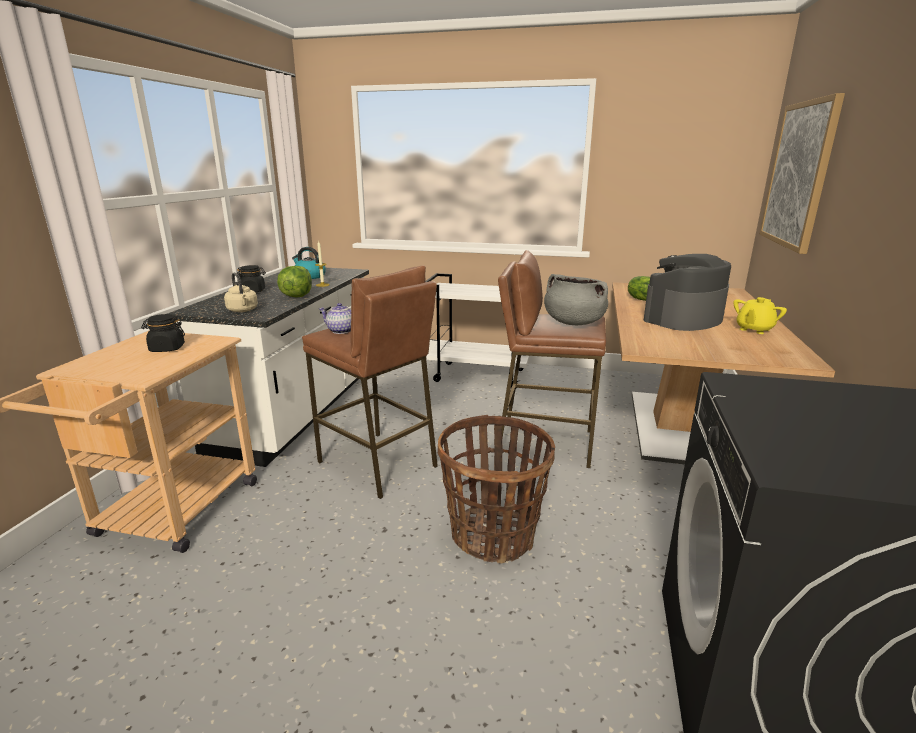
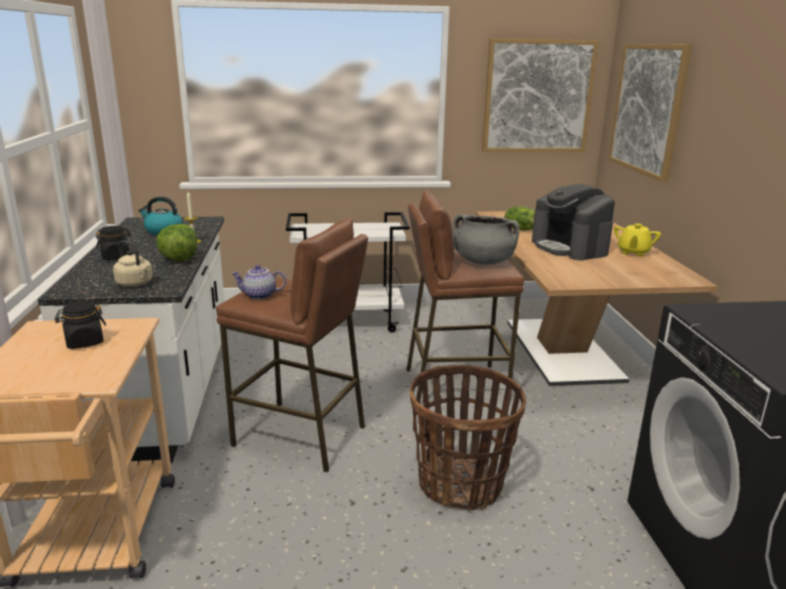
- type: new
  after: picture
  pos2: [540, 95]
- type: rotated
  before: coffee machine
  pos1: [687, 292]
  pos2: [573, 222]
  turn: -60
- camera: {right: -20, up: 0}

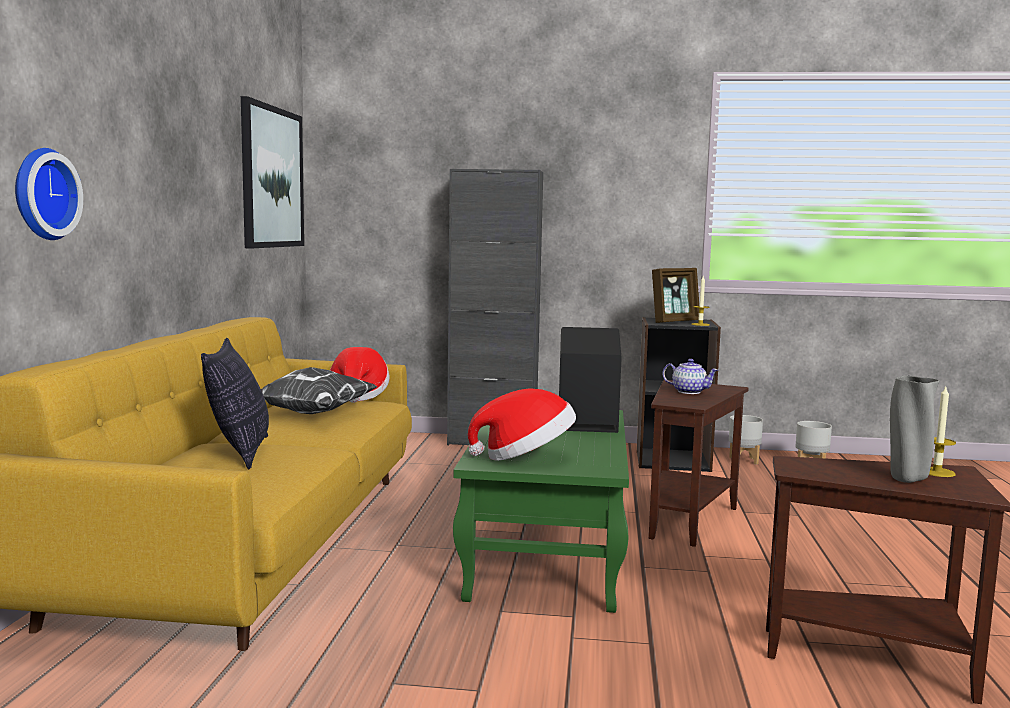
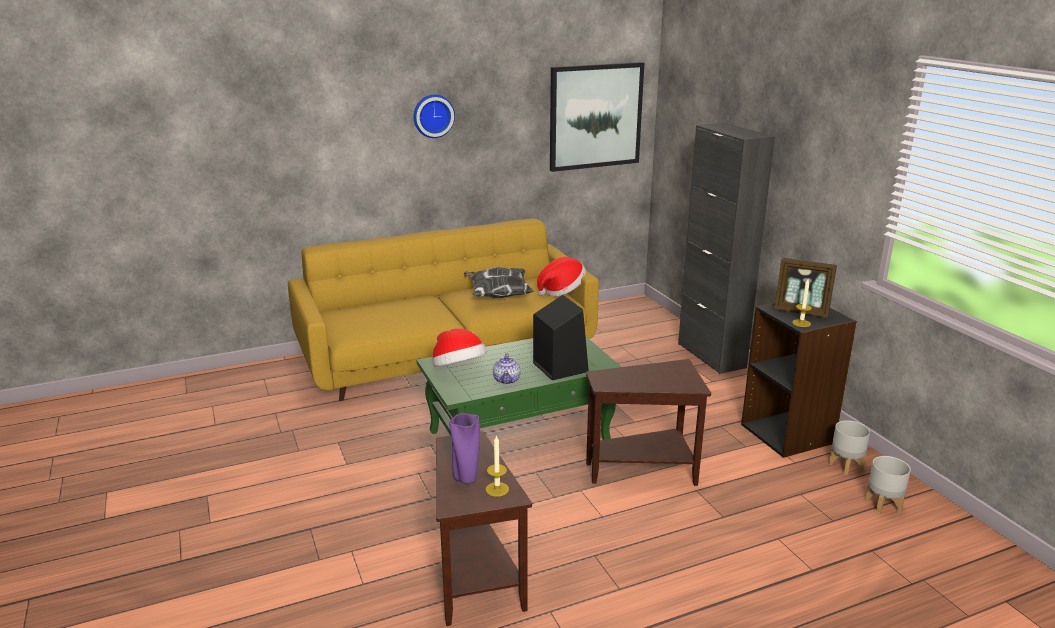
- type: gone
  before: pillow
  pos1: [235, 403]
- type: shifted
  before: wall clock
  pos1: [49, 194]
  pos2: [434, 116]
- type: shifted
  before: teapot
  pos1: [690, 376]
  pos2: [507, 369]
- type: repainted
  before: vase in grey
  after: vase in purple
  pos1: [915, 429]
  pos2: [464, 448]
- camera: {right: 60, up: 15}

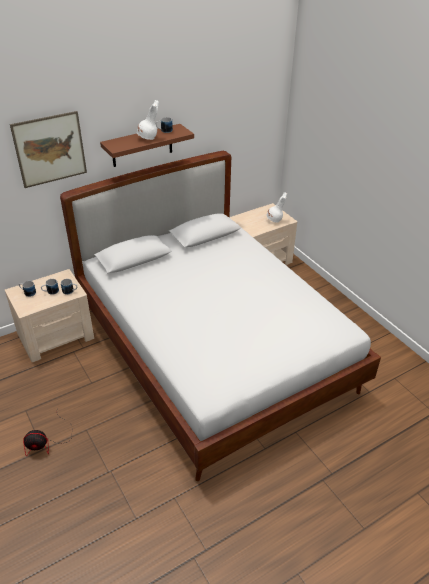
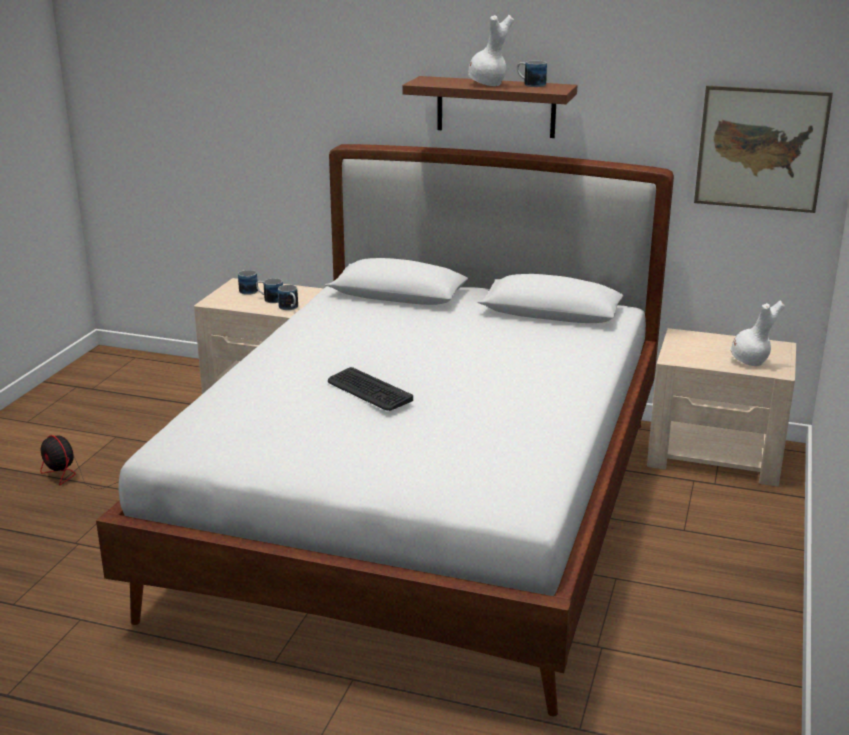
- type: new
  after: keyboard
  pos2: [370, 389]
- type: shifted
  before: picture
  pos1: [48, 149]
  pos2: [763, 149]
- camera: {right: 50, up: -15}

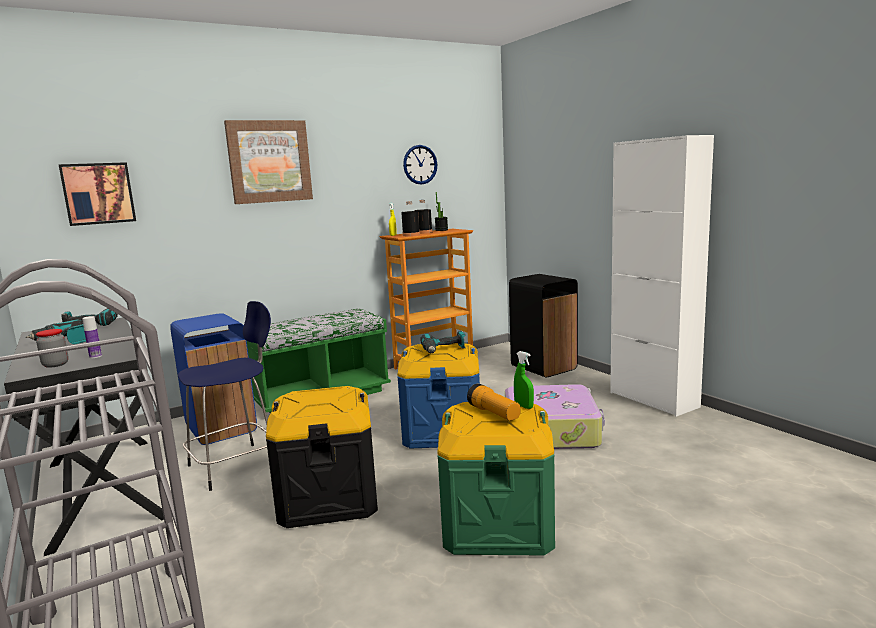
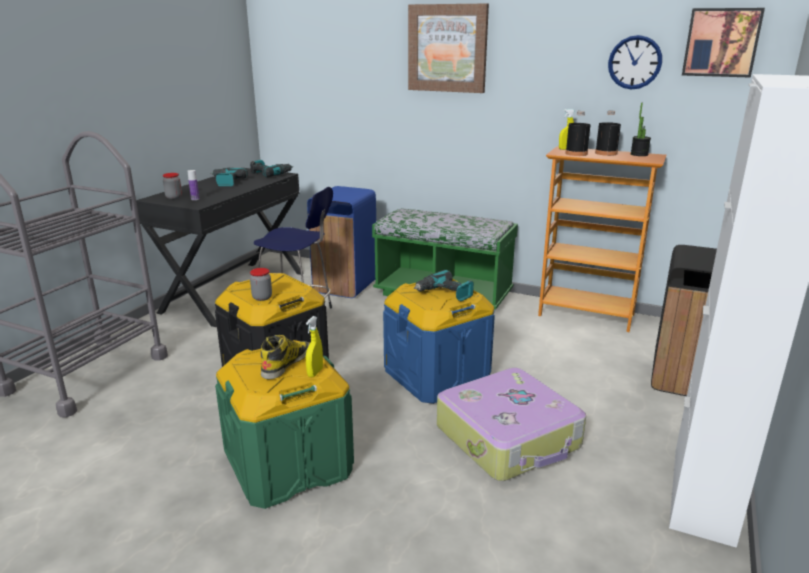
- type: new
  after: jar
  pos2: [261, 284]
- type: shifted
  before: picture
  pos1: [97, 194]
  pos2: [723, 43]
- type: swapped
  before: flashlight
  after: boot
  pos1: [494, 402]
  pos2: [285, 357]
- type: repainted
  before: spray bottle in green
  after: spray bottle in yellow
  pos1: [524, 380]
  pos2: [314, 346]
- camera: {right: 55, up: 10}

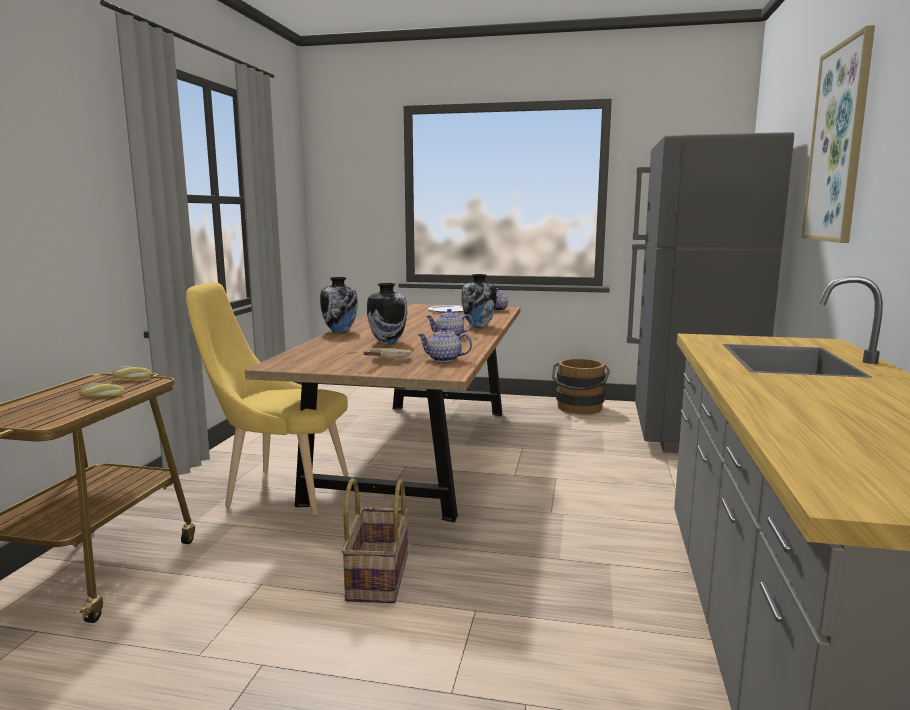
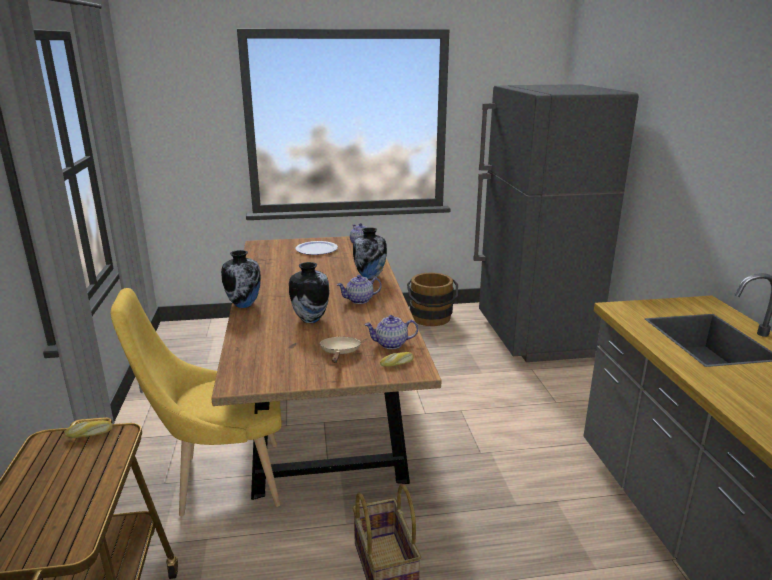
- type: gone
  before: picture
  pos1: [838, 134]
- type: shifted
  before: bread
  pos1: [102, 390]
  pos2: [397, 359]
- camera: {right: -20, up: 10}

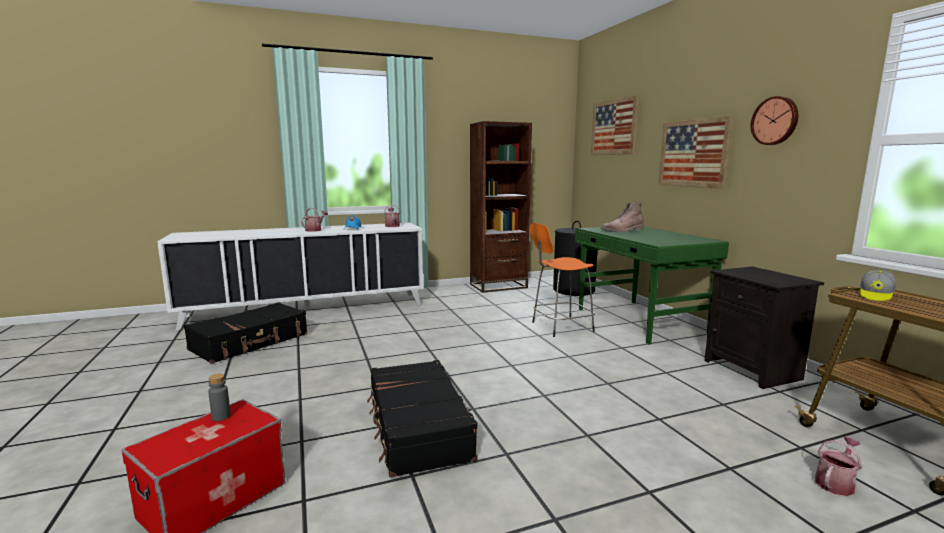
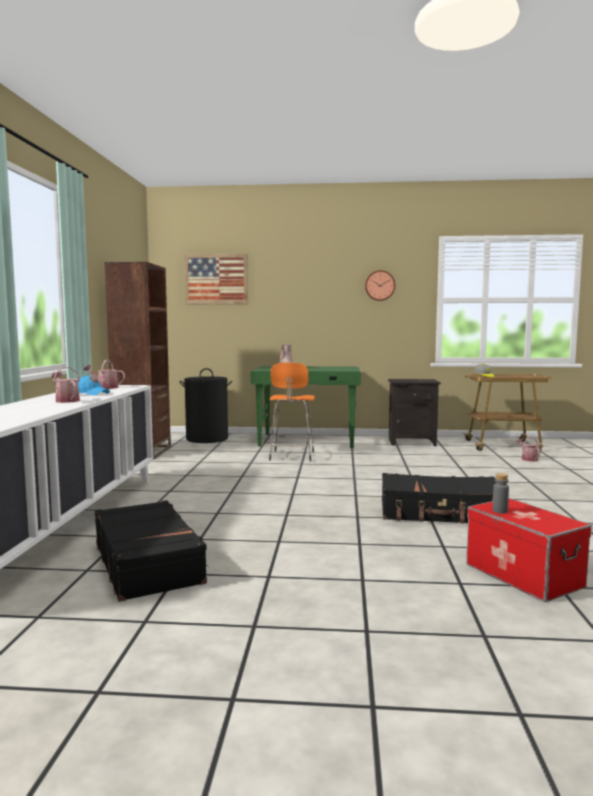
- type: gone
  before: picture
  pos1: [695, 152]
- camera: {right: -65, up: -5}

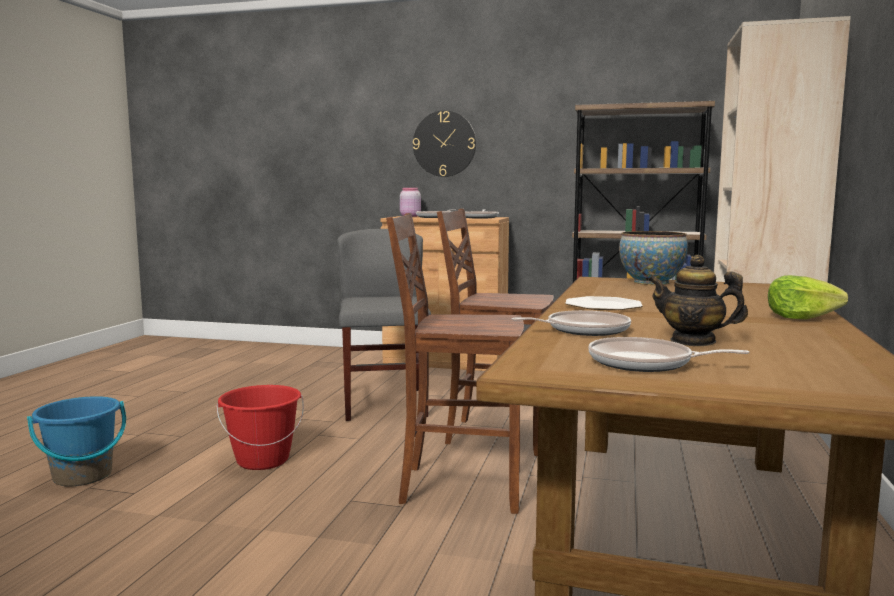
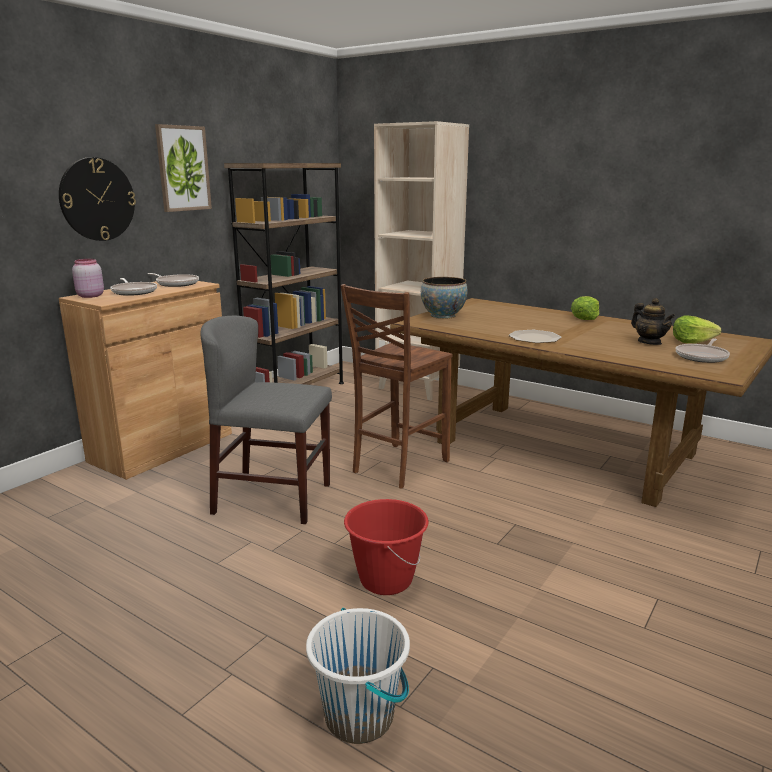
- type: gone
  before: chair in brown
  pos1: [455, 363]
- type: gone
  before: frying pan
  pos1: [571, 323]
- type: new
  after: picture
  pos2: [183, 168]
- type: new
  after: lettuce
  pos2: [697, 329]
- type: repainted
  before: bucket in blue
  after: bucket in white
  pos1: [76, 441]
  pos2: [358, 676]
- type: rotated
  before: teapot
  pos1: [698, 300]
  pos2: [653, 321]
  turn: -75
- camera: {right: -70, up: 10}

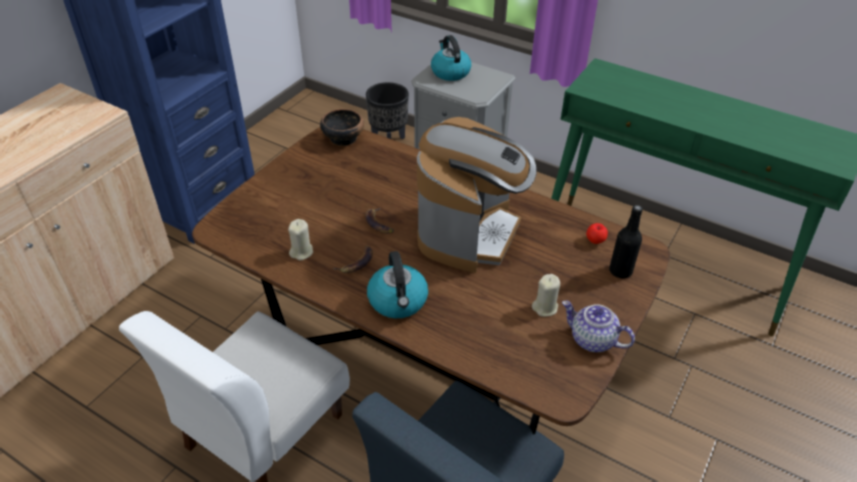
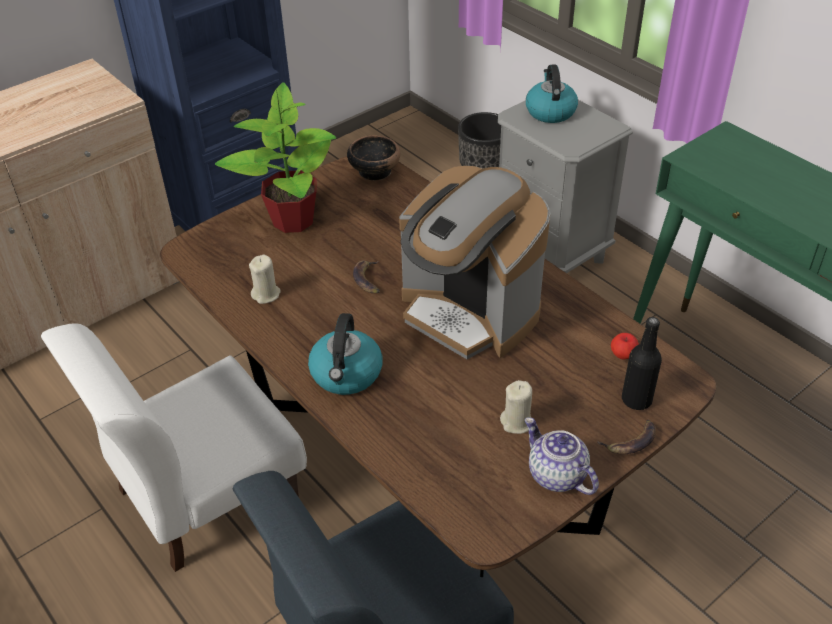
- type: new
  after: potted plant
  pos2: [275, 157]
- type: shifted
  before: banana
  pos1: [353, 259]
  pos2: [626, 437]
- type: rotated
  before: coffee machine
  pos1: [476, 195]
  pos2: [474, 262]
  turn: 90
- camera: {right: 20, up: 0}

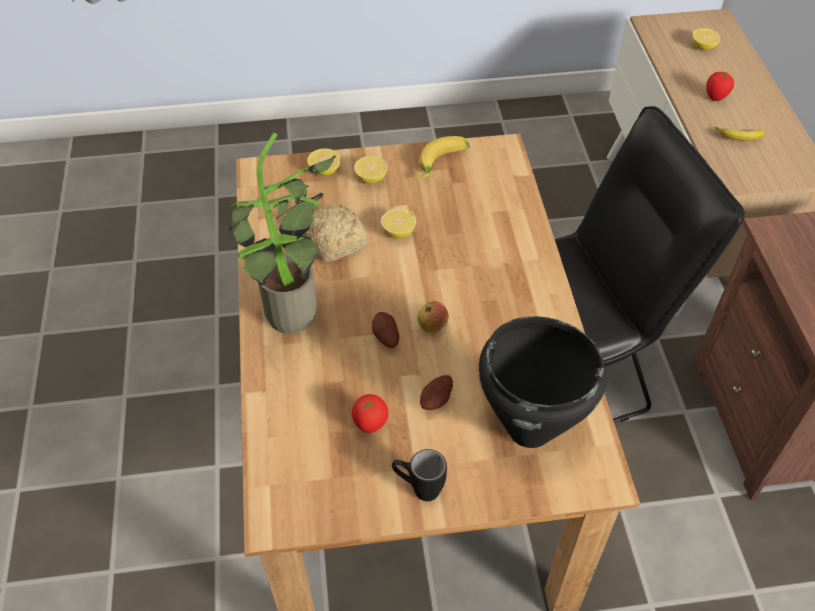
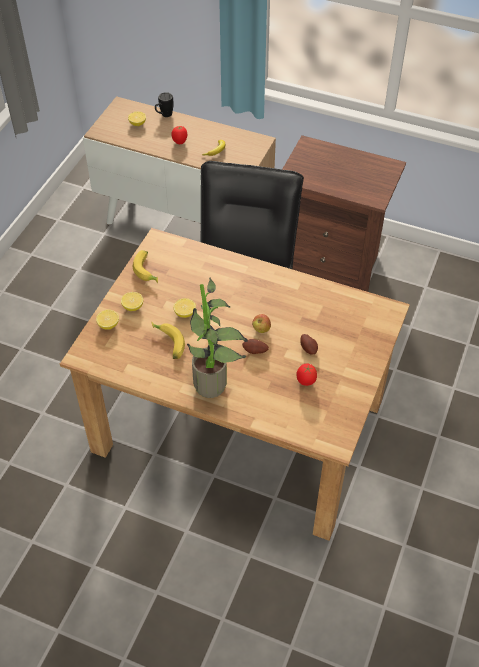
- type: gone
  before: cooking pot in black
  pos1: [543, 382]
- type: shifted
  before: mug in black
  pos1: [419, 475]
  pos2: [164, 104]
- type: swapped
  before: bread
  after: banana
  pos1: [336, 233]
  pos2: [168, 340]
- camera: {right: -60, up: 0}

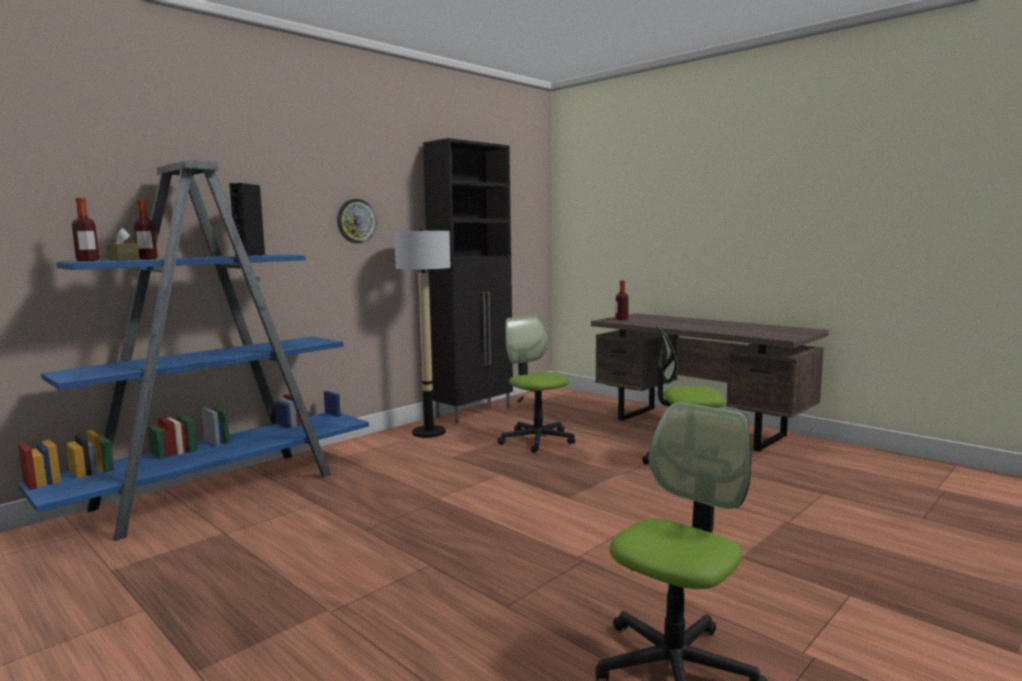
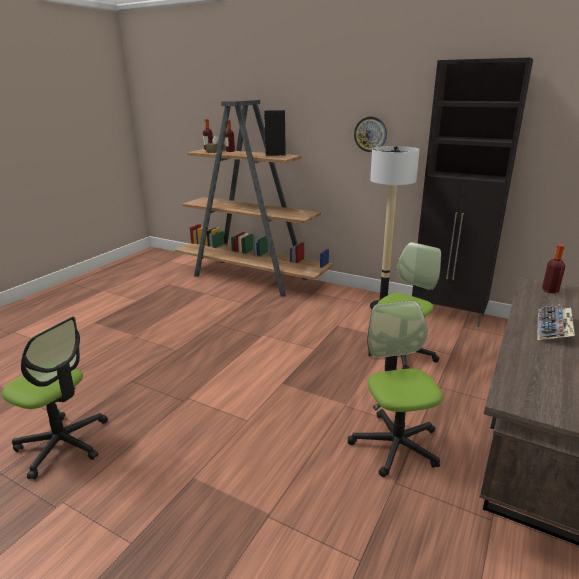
- type: new
  after: keyboard
  pos2: [556, 322]
- type: repainted
  before: bookcase in blue
  after: bookcase in brown
  pos1: [193, 350]
  pos2: [254, 198]
- camera: {right: 75, up: 15}

